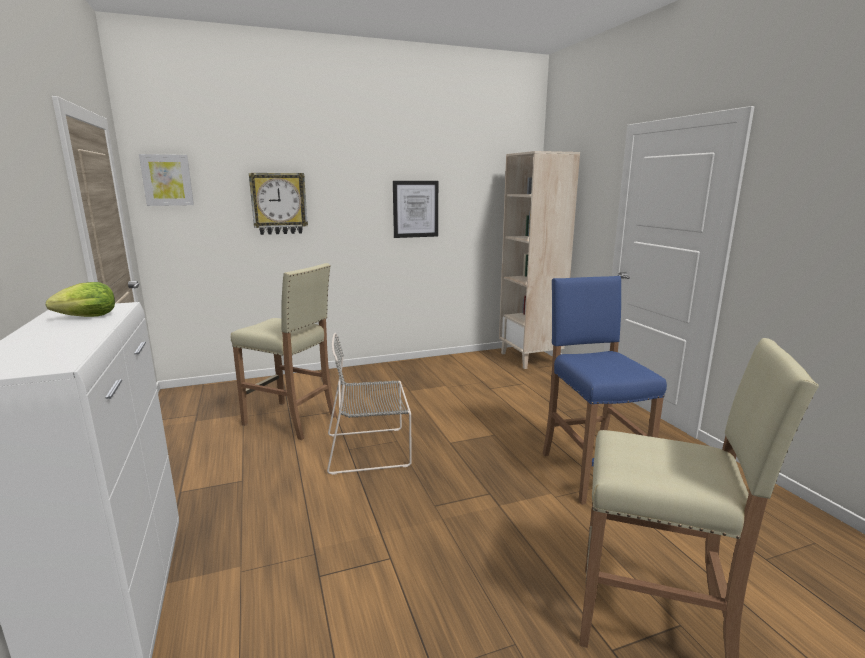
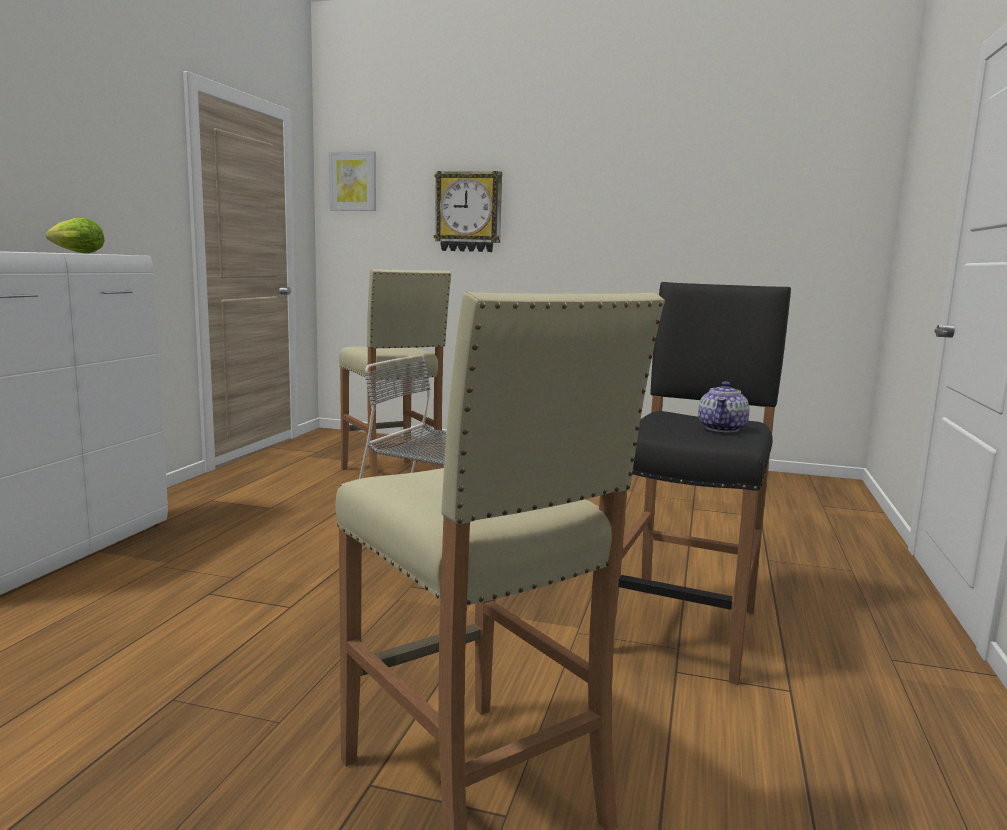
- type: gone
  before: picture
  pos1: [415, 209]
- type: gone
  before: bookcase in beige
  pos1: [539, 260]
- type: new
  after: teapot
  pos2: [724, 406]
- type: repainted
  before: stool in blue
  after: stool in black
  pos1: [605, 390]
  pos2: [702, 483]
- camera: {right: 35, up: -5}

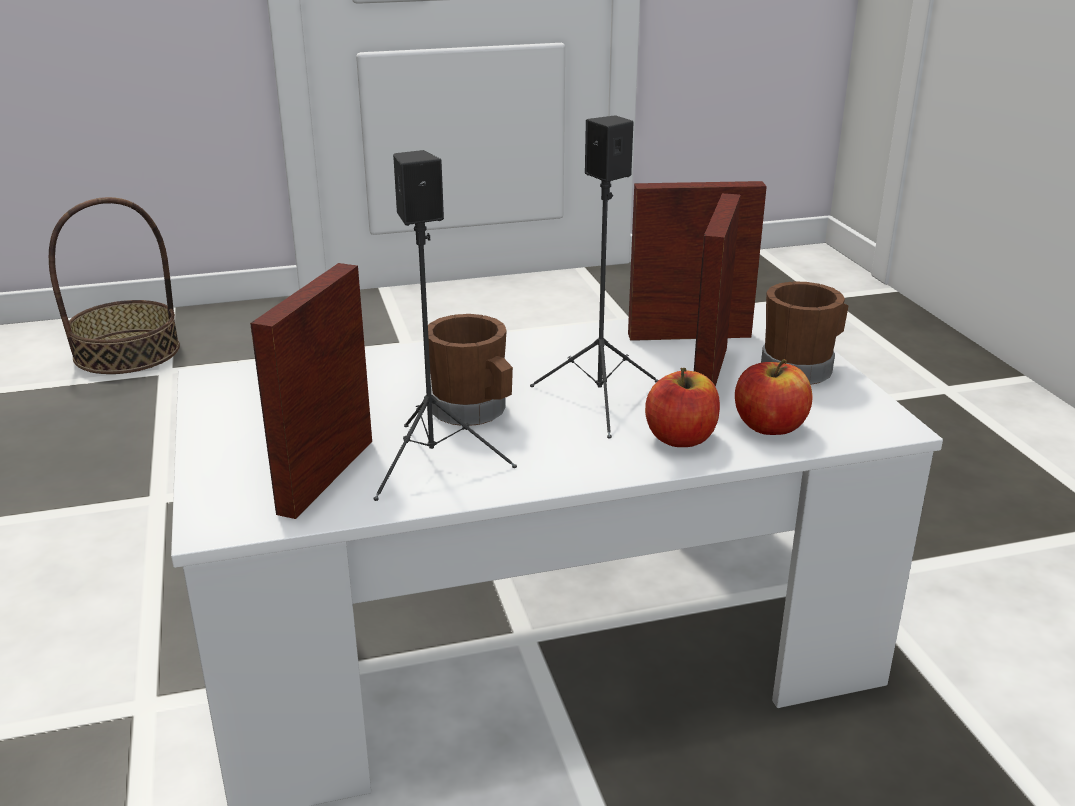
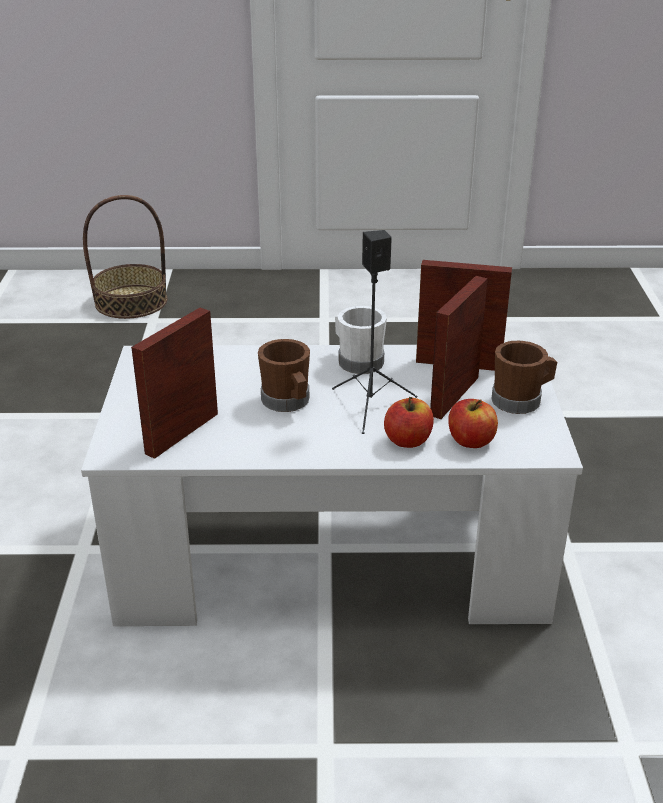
- type: gone
  before: speaker in black
  pos1: [445, 325]
- type: new
  after: mug in white
  pos2: [361, 340]
- camera: {right: 15, up: 5}

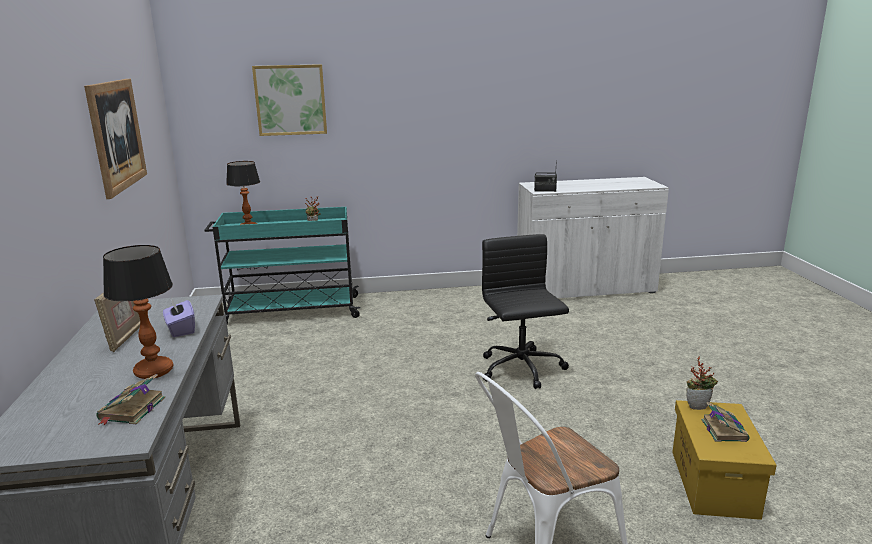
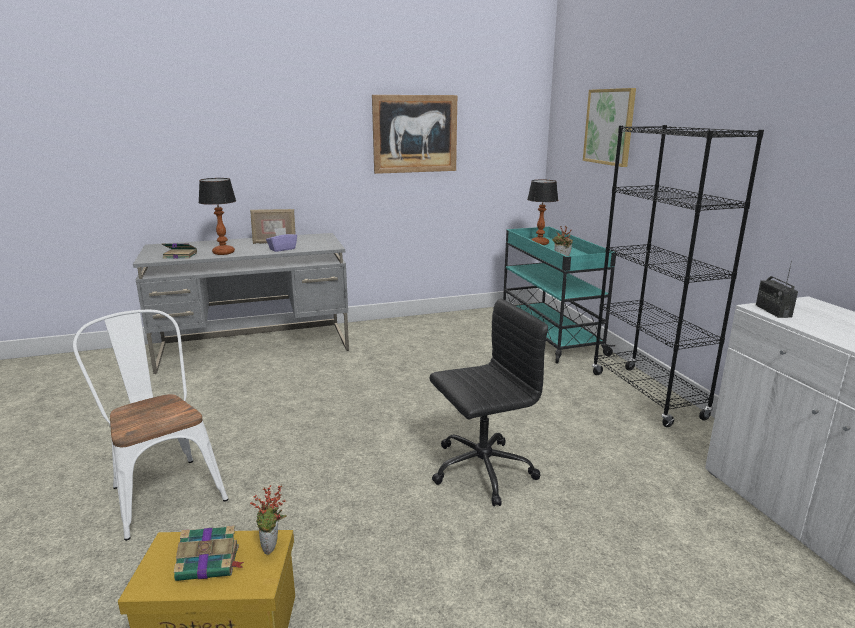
- type: new
  after: bookcase in black
  pos2: [678, 276]
- camera: {right: 80, up: 0}

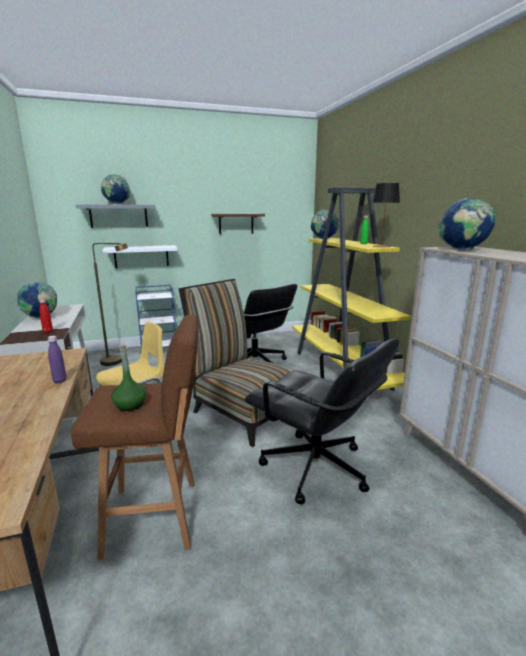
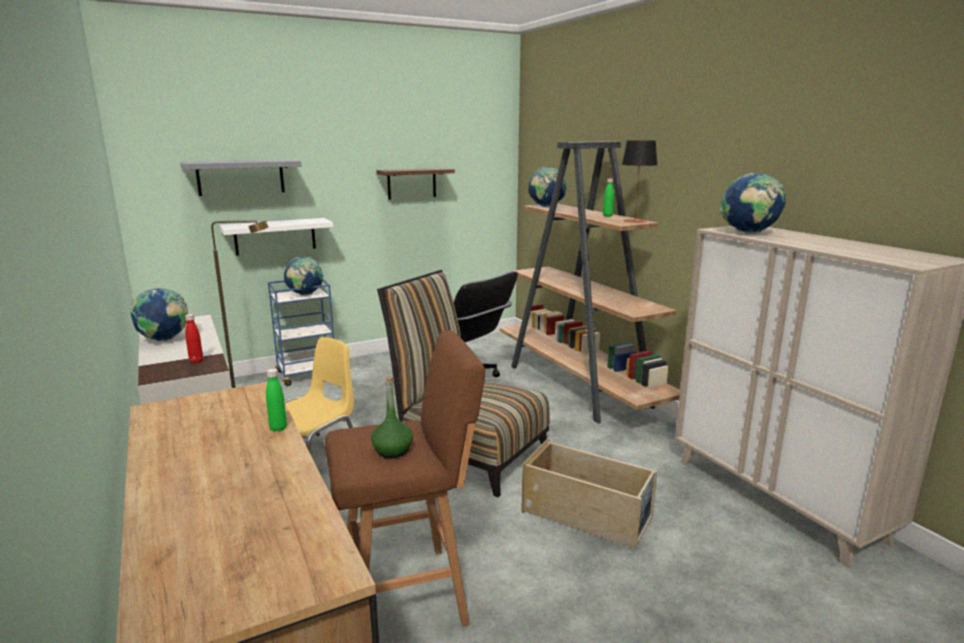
- type: shifted
  before: globe
  pos1: [116, 189]
  pos2: [303, 276]
- type: swapped
  before: office chair in black
  after: storage box in beige
  pos1: [322, 421]
  pos2: [589, 494]
- type: repainted
  before: bottle in purple
  after: bottle in green
  pos1: [57, 359]
  pos2: [276, 400]
- type: repainted
  before: bookcase in yellow
  after: bookcase in brown
  pos1: [351, 289]
  pos2: [590, 283]
- camera: {right: -10, up: 0}

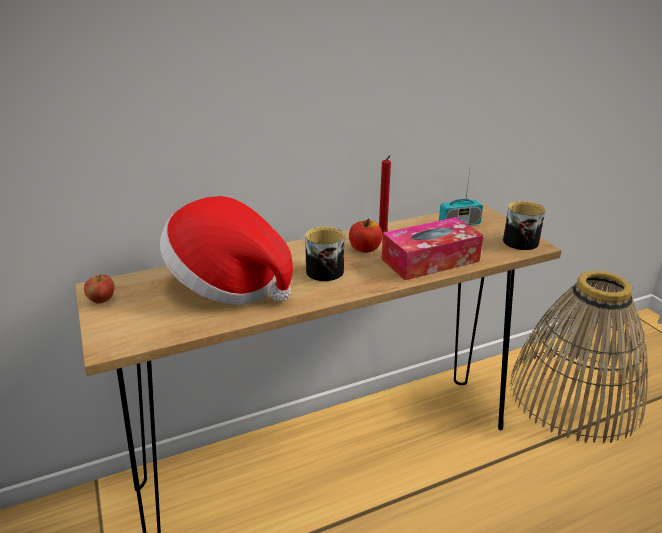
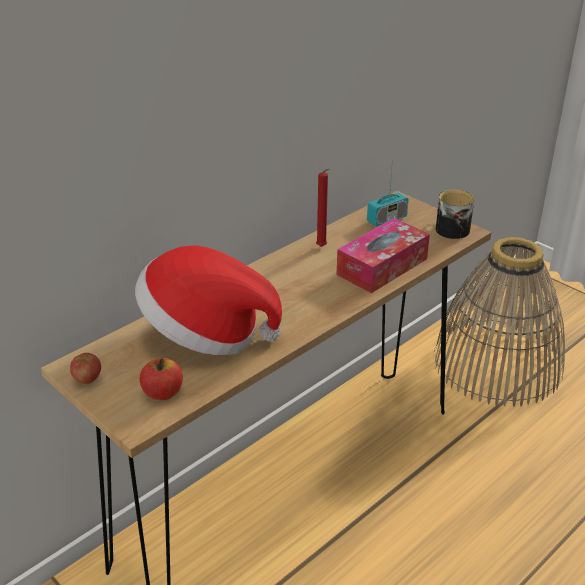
- type: gone
  before: mug
  pos1: [324, 254]
- type: shifted
  before: apple
  pos1: [365, 236]
  pos2: [161, 379]
- camera: {right: -20, up: 5}

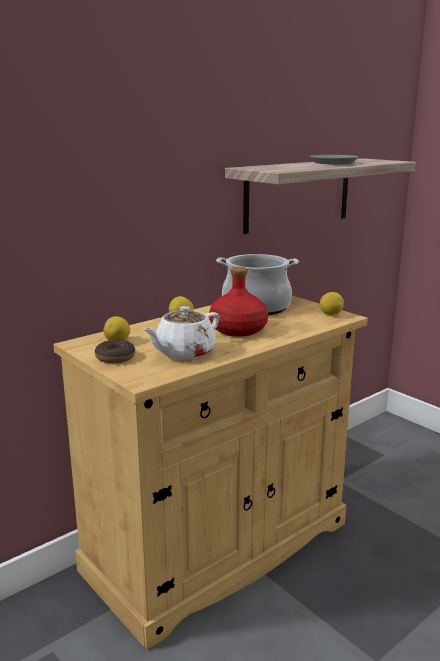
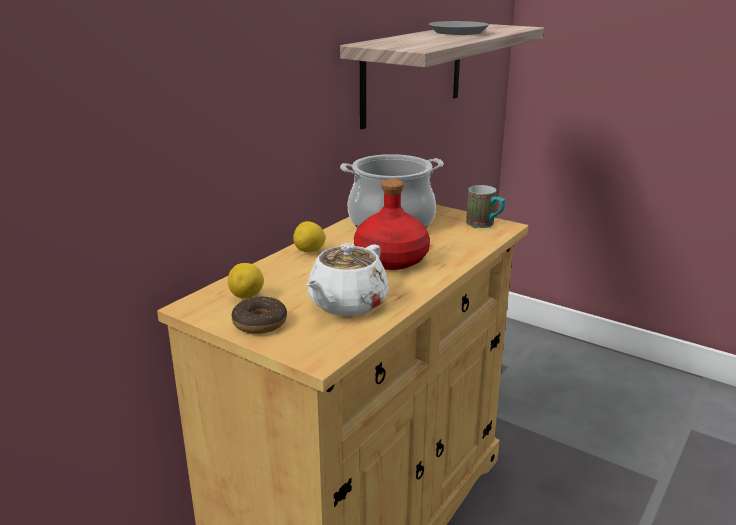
- type: swapped
  before: lemon
  after: mug
  pos1: [332, 303]
  pos2: [485, 206]
- camera: {right: -15, up: 5}

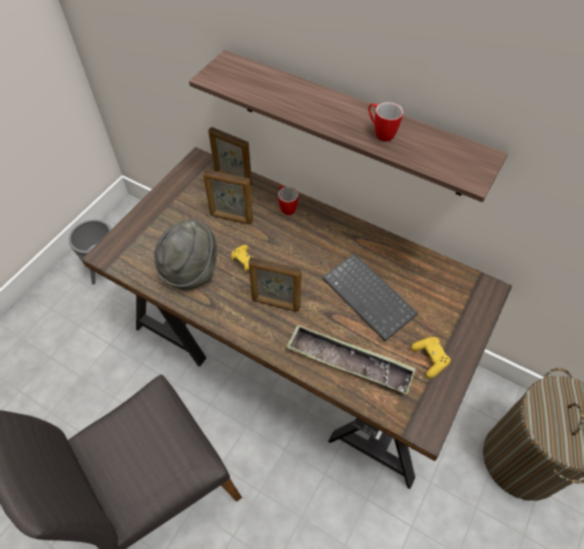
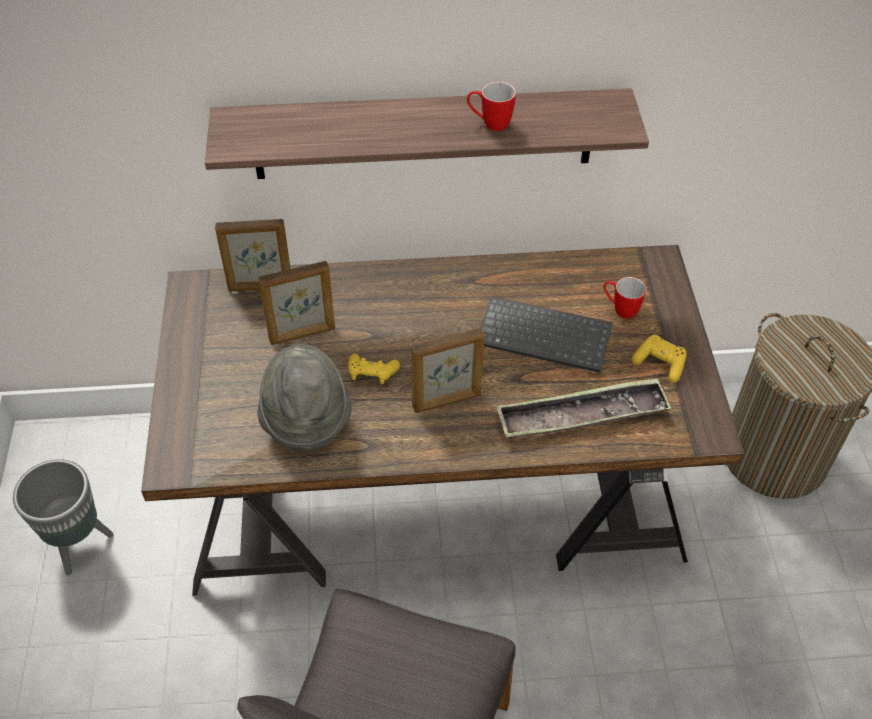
- type: shifted
  before: mug
  pos1: [288, 200]
  pos2: [624, 298]
- camera: {right: -35, up: -5}

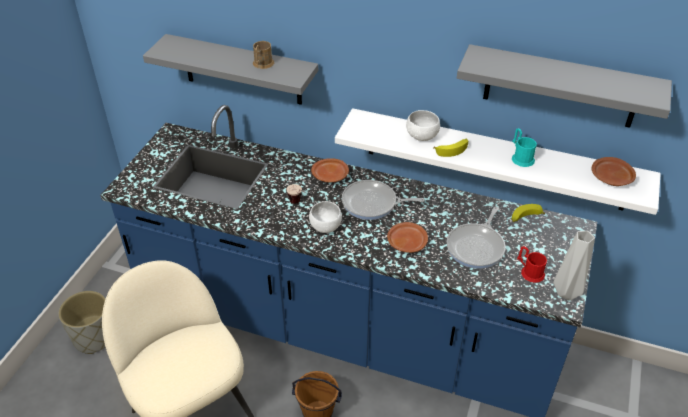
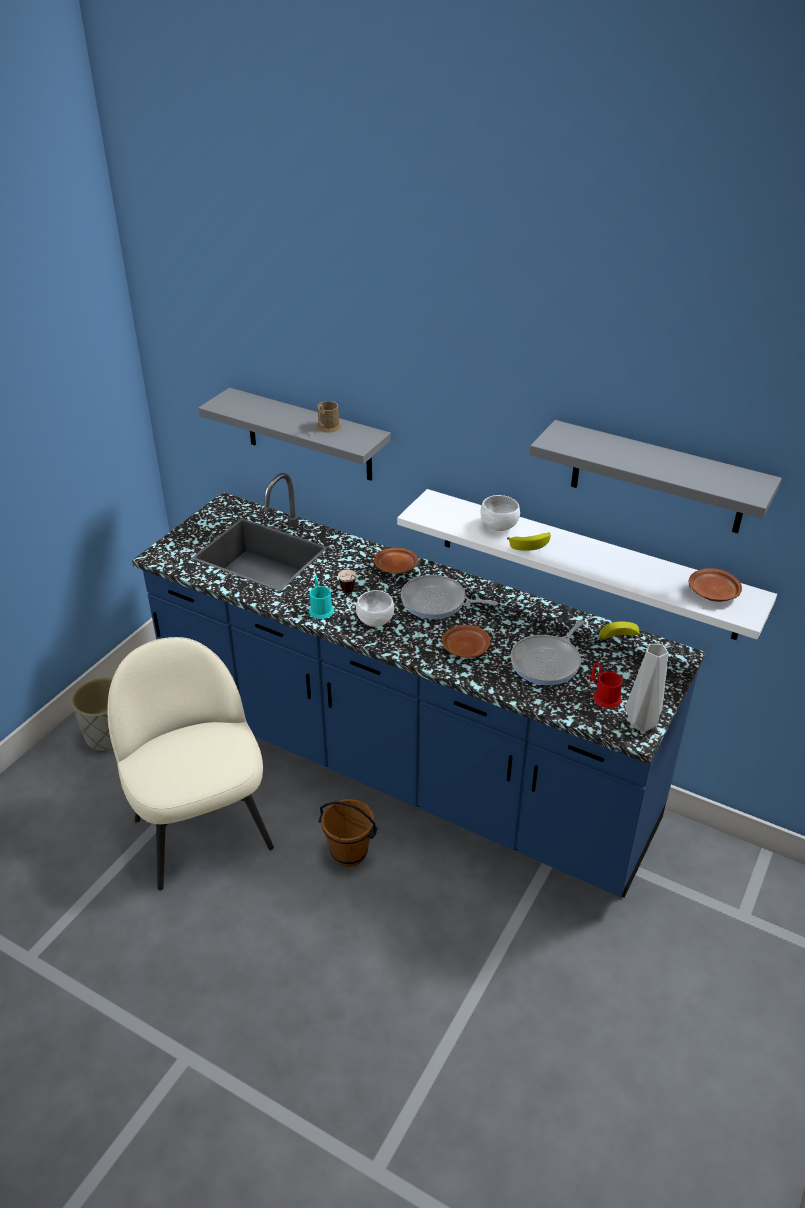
- type: shifted
  before: mug in turquoise
  pos1: [524, 147]
  pos2: [321, 597]
- camera: {right: 10, up: -5}

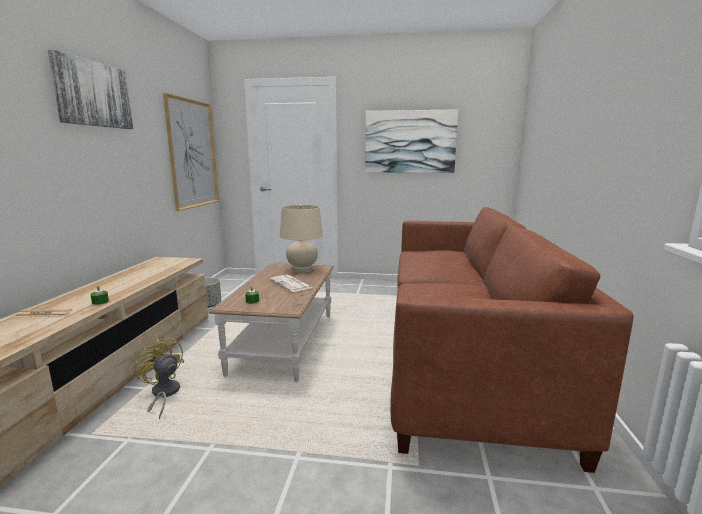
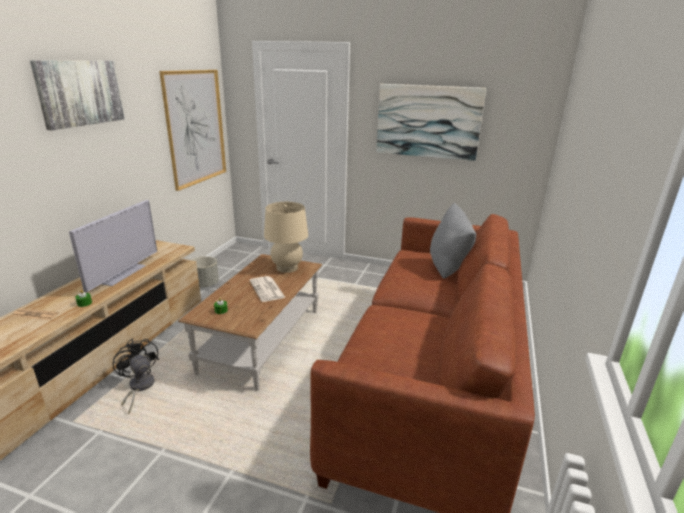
- type: new
  after: television
  pos2: [113, 246]
- type: new
  after: pillow in grey
  pos2: [453, 240]
- type: repainted
  before: fan in yellow
  after: fan in black
  pos1: [159, 378]
  pos2: [136, 376]
- camera: {right: 10, up: 10}

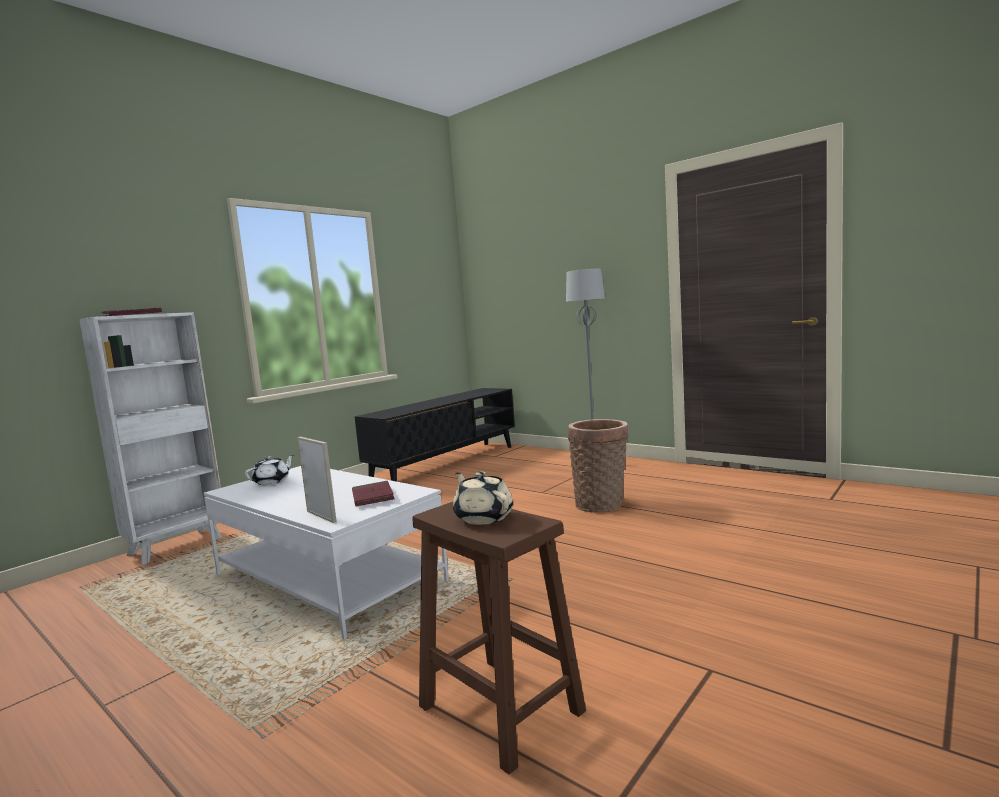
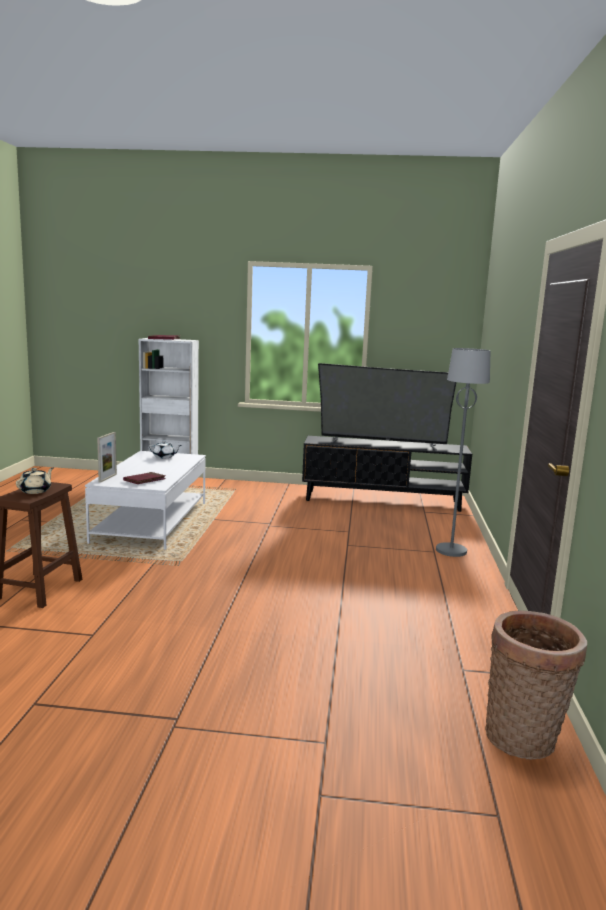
- type: new
  after: television
  pos2: [387, 407]
- type: shifted
  before: basket
  pos1: [598, 466]
  pos2: [536, 685]
- camera: {right: 55, up: 5}

